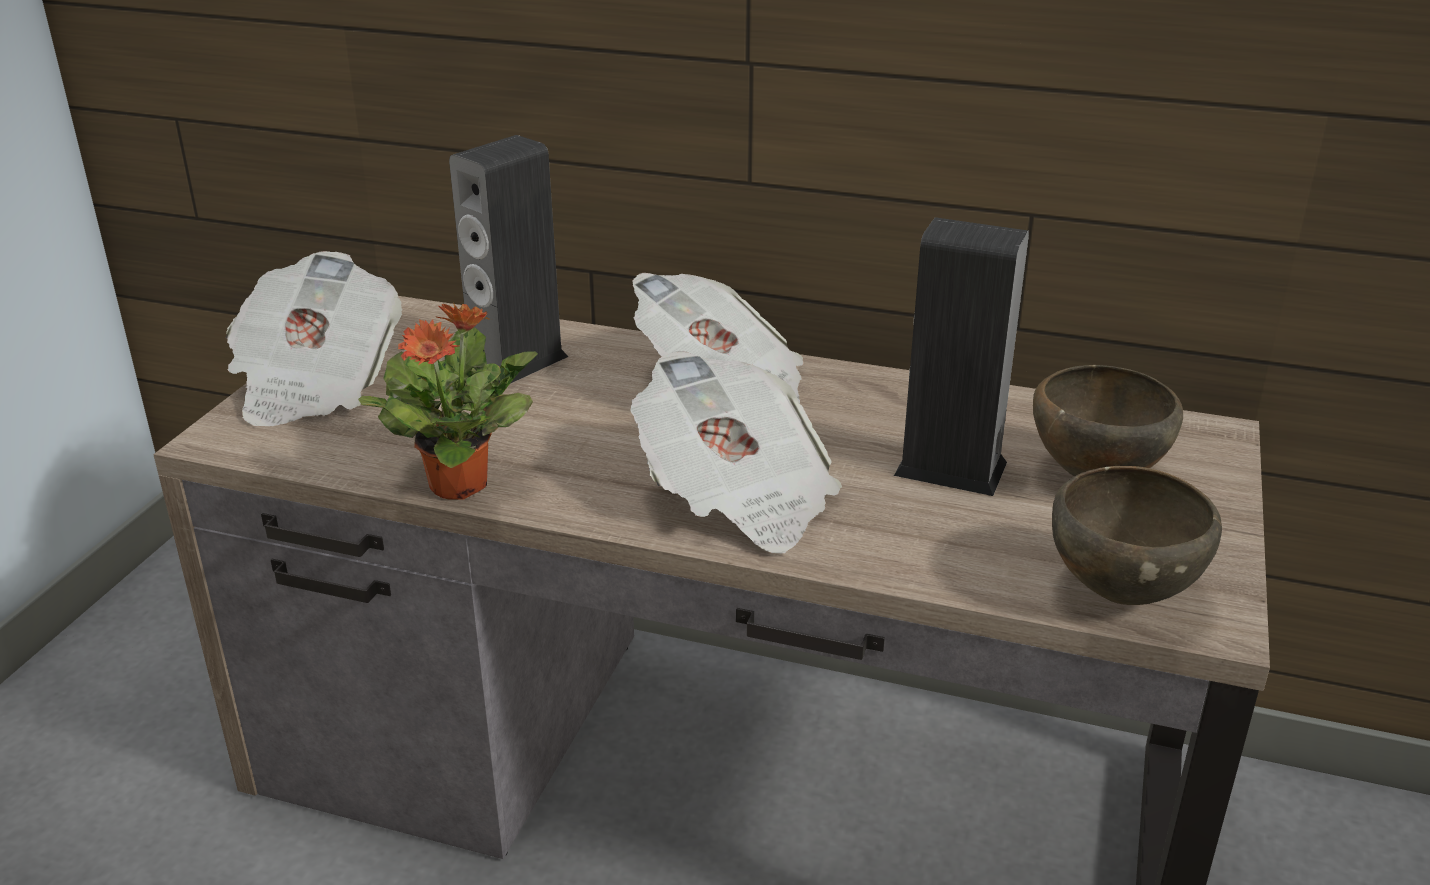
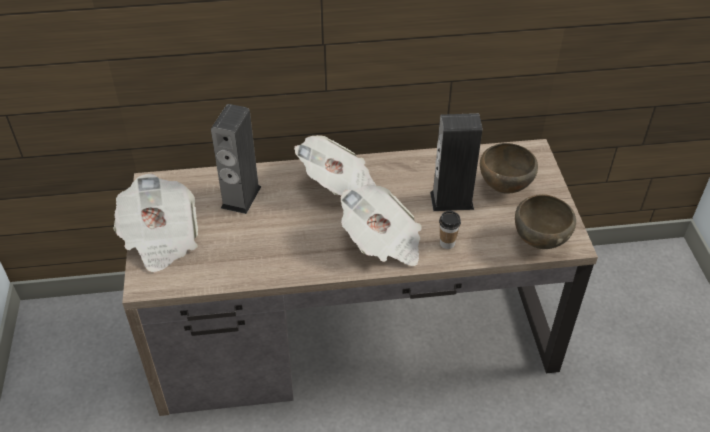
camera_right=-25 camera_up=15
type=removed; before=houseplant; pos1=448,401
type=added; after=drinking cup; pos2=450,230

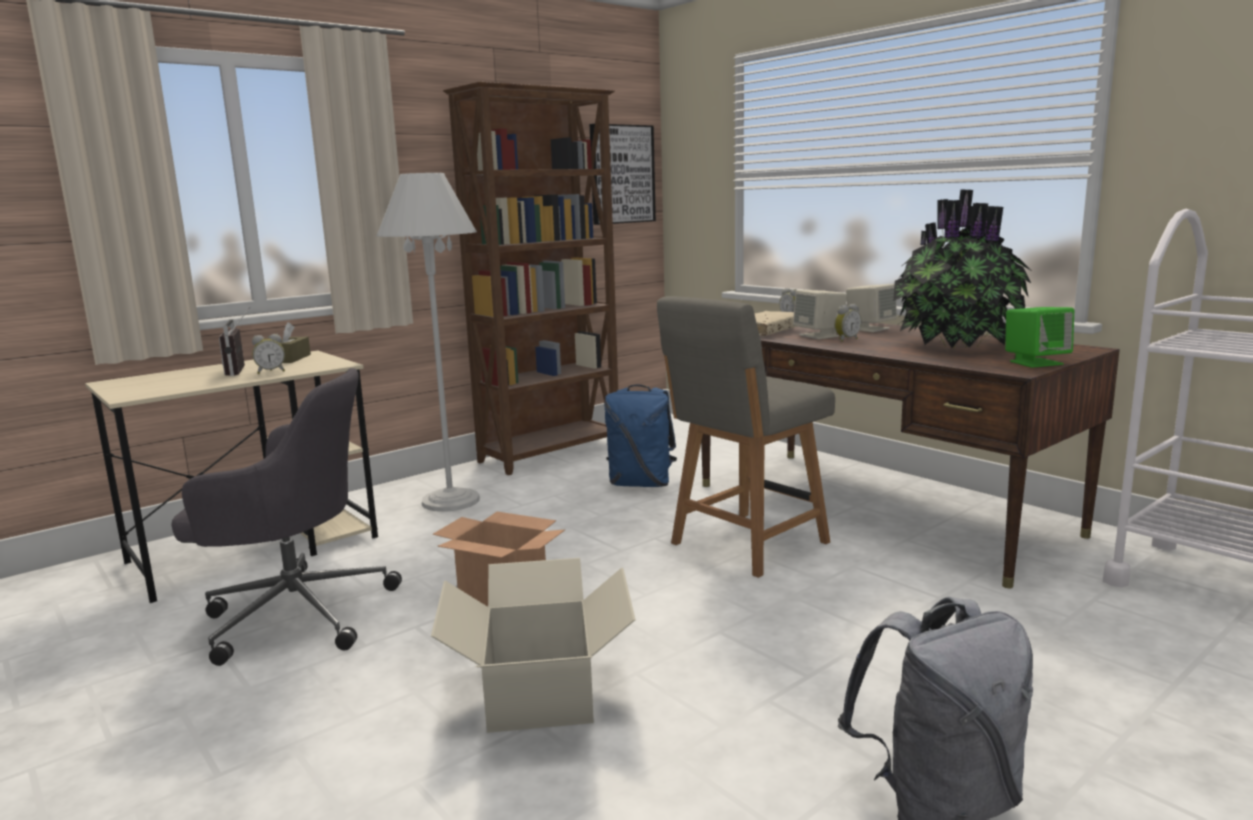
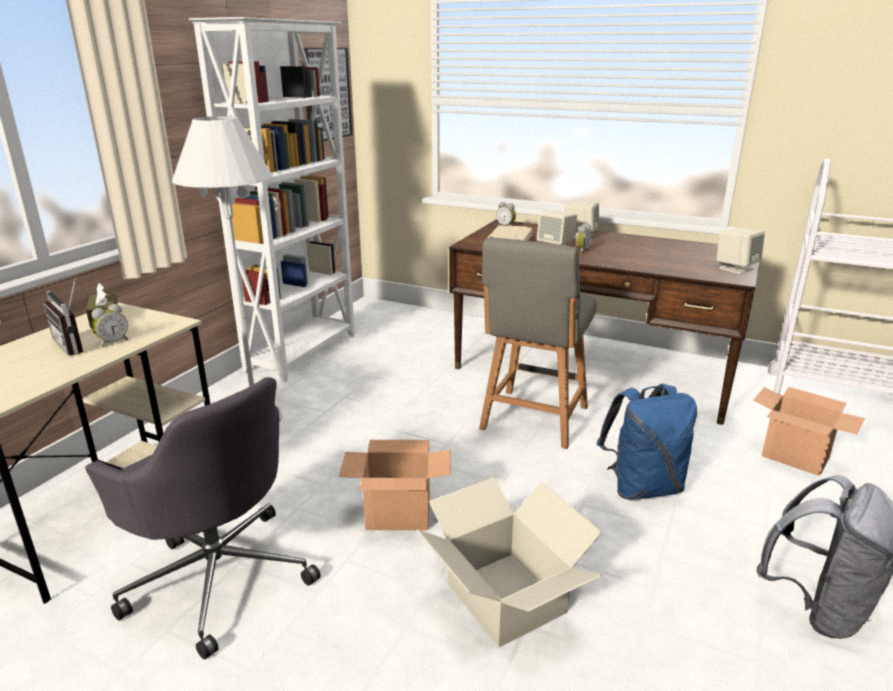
camera_right=-25 camera_up=10
type=recoloured; before=brown bookshelf; after=white-coloured bookshelf; pos1=530,278; pos2=272,199
type=removed; before=houseplant; pos1=962,269
type=recoloured; before=green-coloured speaker; after=beige speaker; pos1=1039,337; pos2=740,251
type=turned; before=grey computer chair; pos1=287,517; pos2=203,518; turn=60
type=moved; before=bluish rucksack; pos1=640,436; pos2=647,442
type=added; after=cardboard box; pos2=809,431

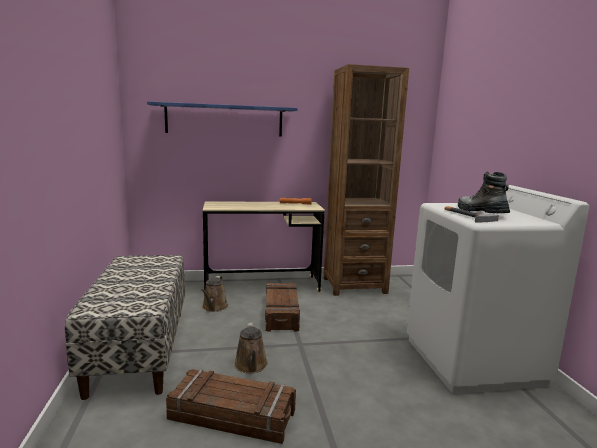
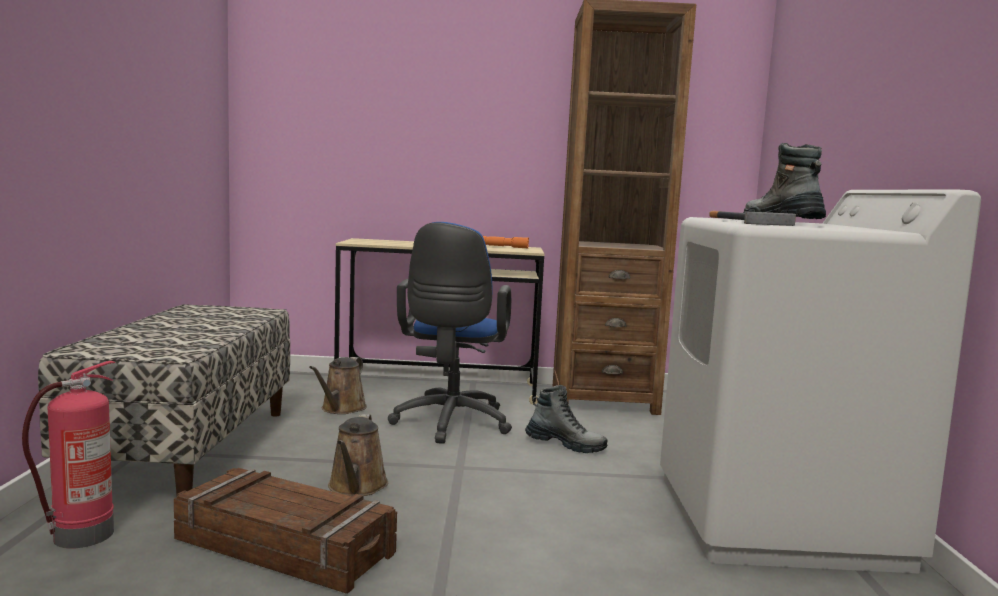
camera_right=10 camera_up=-5
type=removed; before=bluish bracket shelf; pos1=222,119
type=replaced; before=crate; after=bluish computer chair; pos1=282,307; pos2=450,333
type=added; after=fire-fighting cylinder; pos2=69,455
type=added; after=tall boot; pos2=566,419

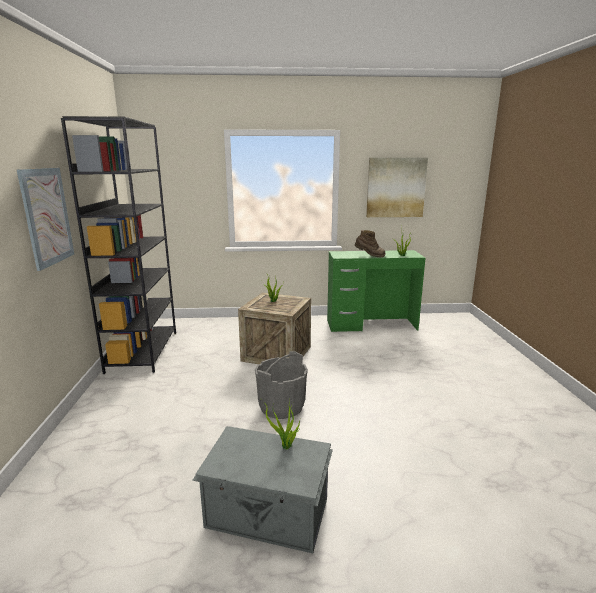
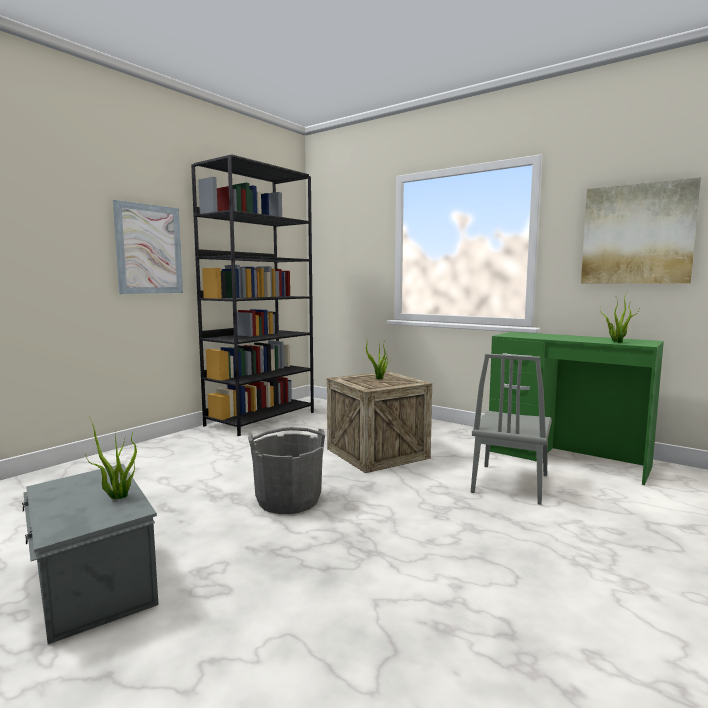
camera_right=40 camera_up=-10
type=removed; before=brown tall boot; pos1=370,243
type=added; after=grey chair; pos2=511,429

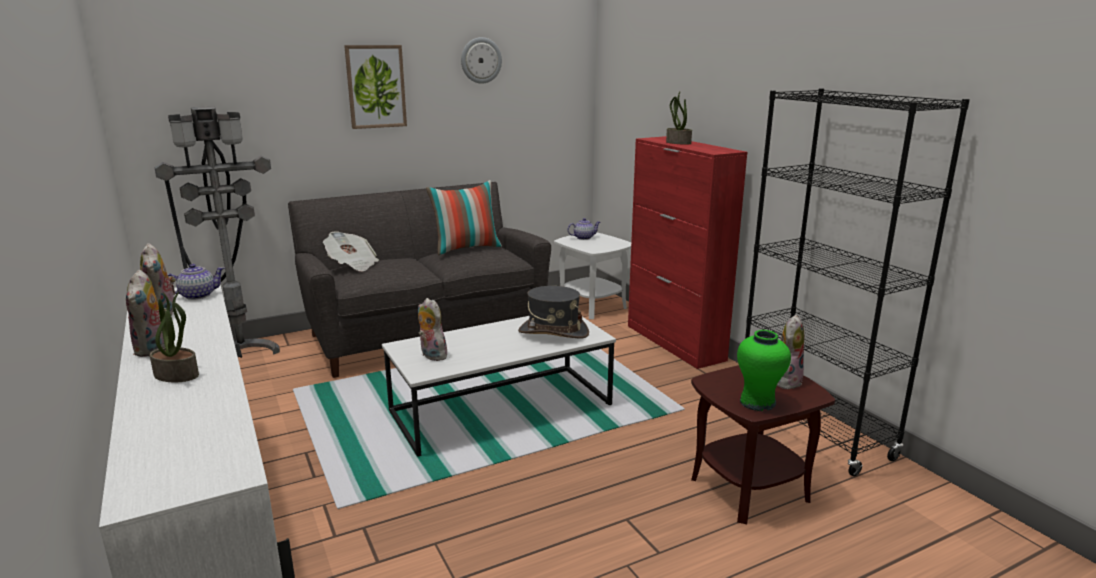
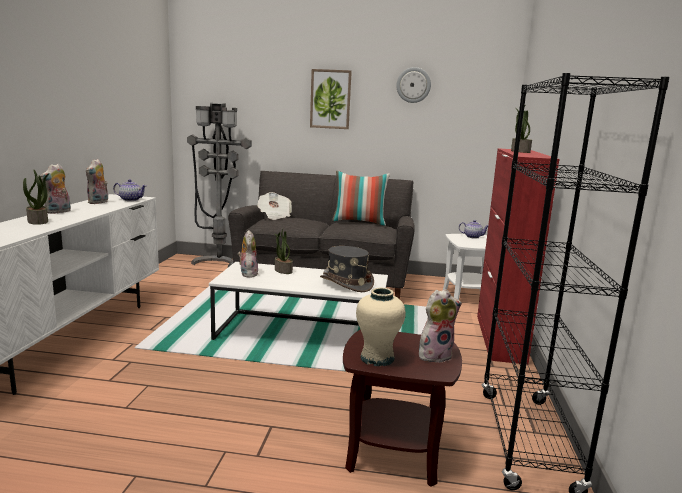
camera_right=35 camera_up=-5
type=recoloured; before=green-coloured flower vase; after=beige flower vase; pos1=764,370; pos2=381,326
type=added; after=houseplant; pos2=284,251

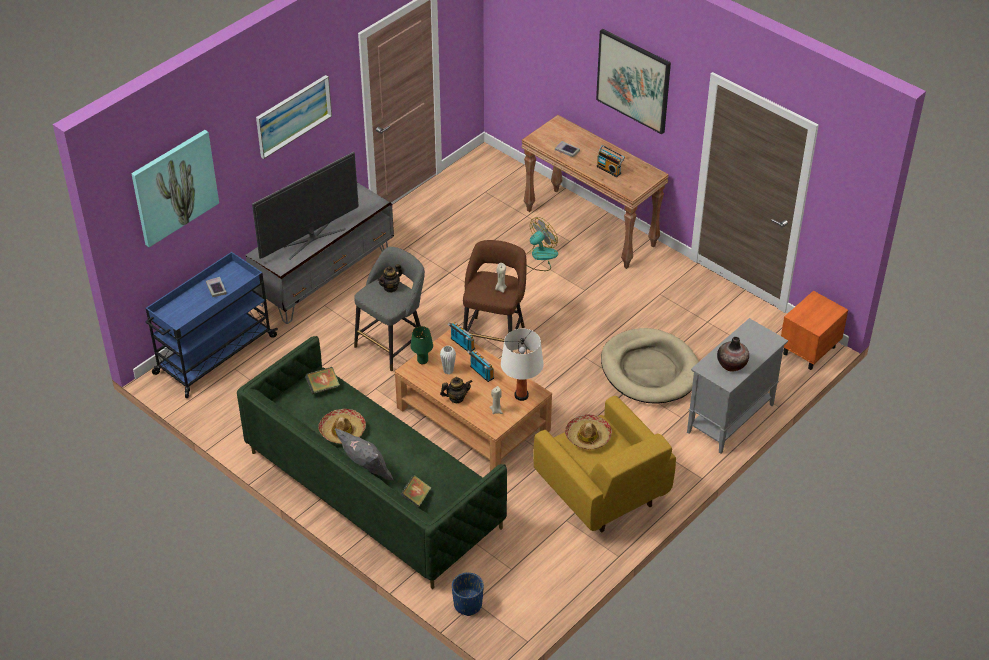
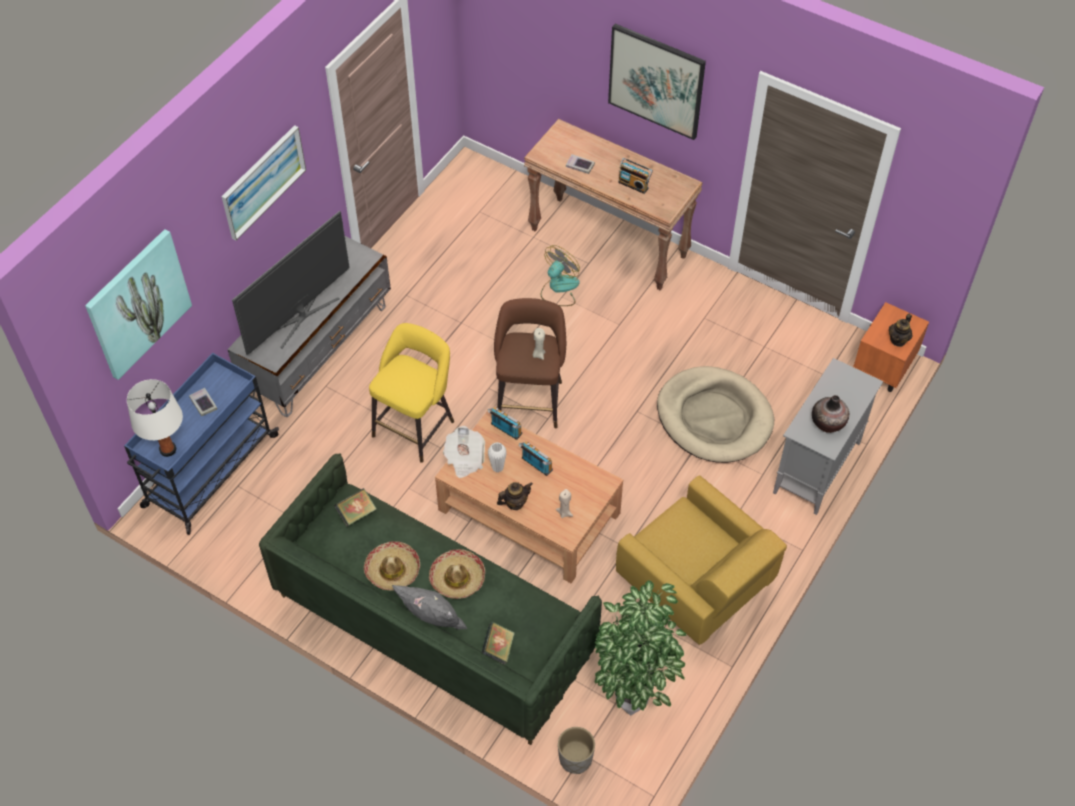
camera_right=-10 camera_up=10
type=recoloured; before=grey stool; after=yellowish stool; pos1=389,309; pos2=411,393
type=moved; before=teapot; pos1=390,278; pos2=900,330
type=replaced; before=green-coloured lamp for a table; after=newspaper; pos1=422,345; pos2=464,452
type=moved; before=white-coloured lamp for a table; pos1=522,365; pos2=155,418
type=moved; before=wearable hat; pos1=588,431; pos2=457,574
type=recoloured; before=bluish planter; after=grey planter; pos1=468,594; pos2=576,750
type=added; after=houseplant; pos2=641,648

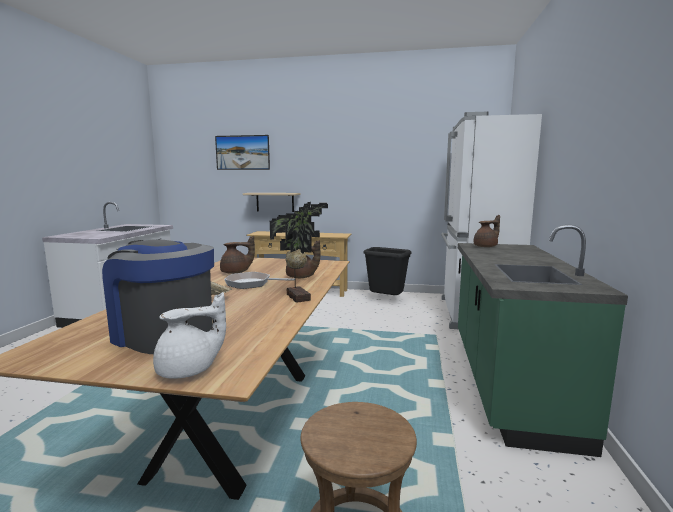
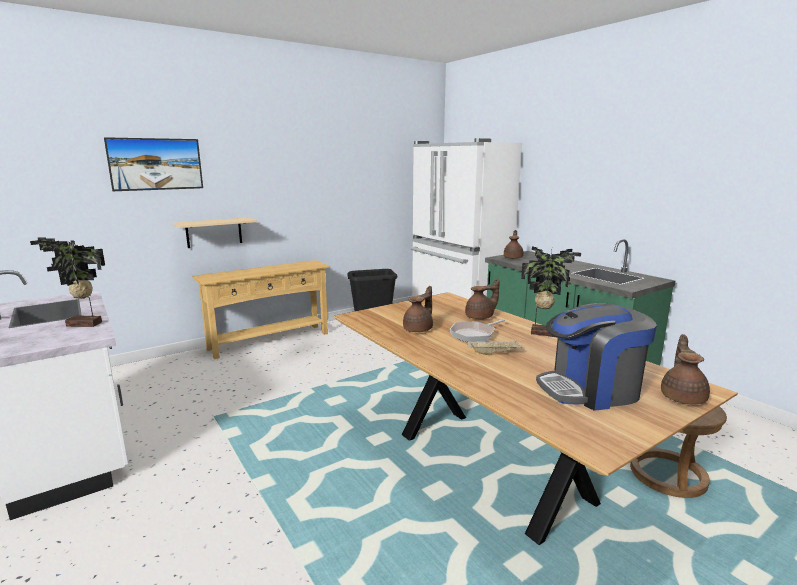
camera_right=-45 camera_up=5
type=recoloured; before=white-coloured teapot; after=brown teapot; pos1=189,335; pos2=685,369
type=added; after=houseplant; pos2=67,282

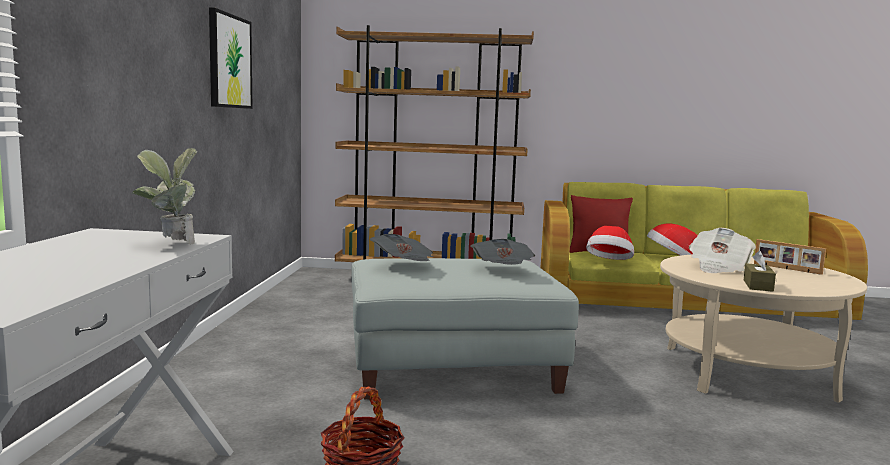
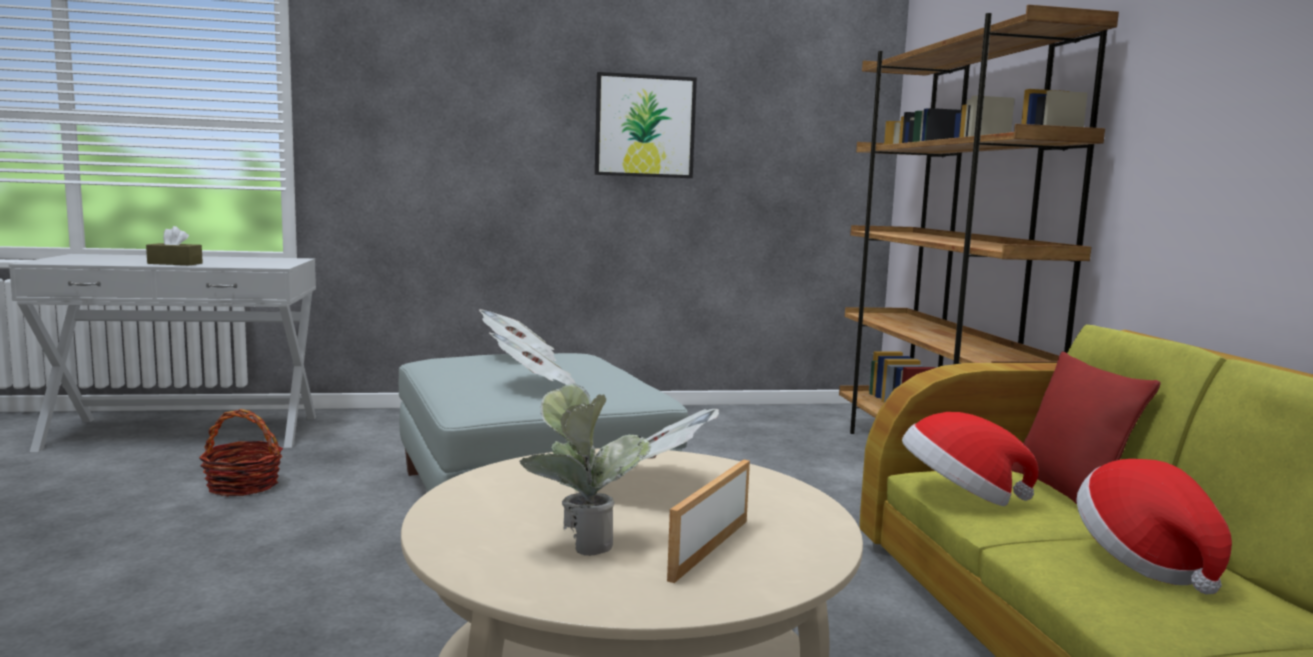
camera_right=75 camera_up=0
type=moved; before=houseplant; pos1=164,196; pos2=585,469
type=moved; before=brown tissue holder; pos1=760,271; pos2=174,245

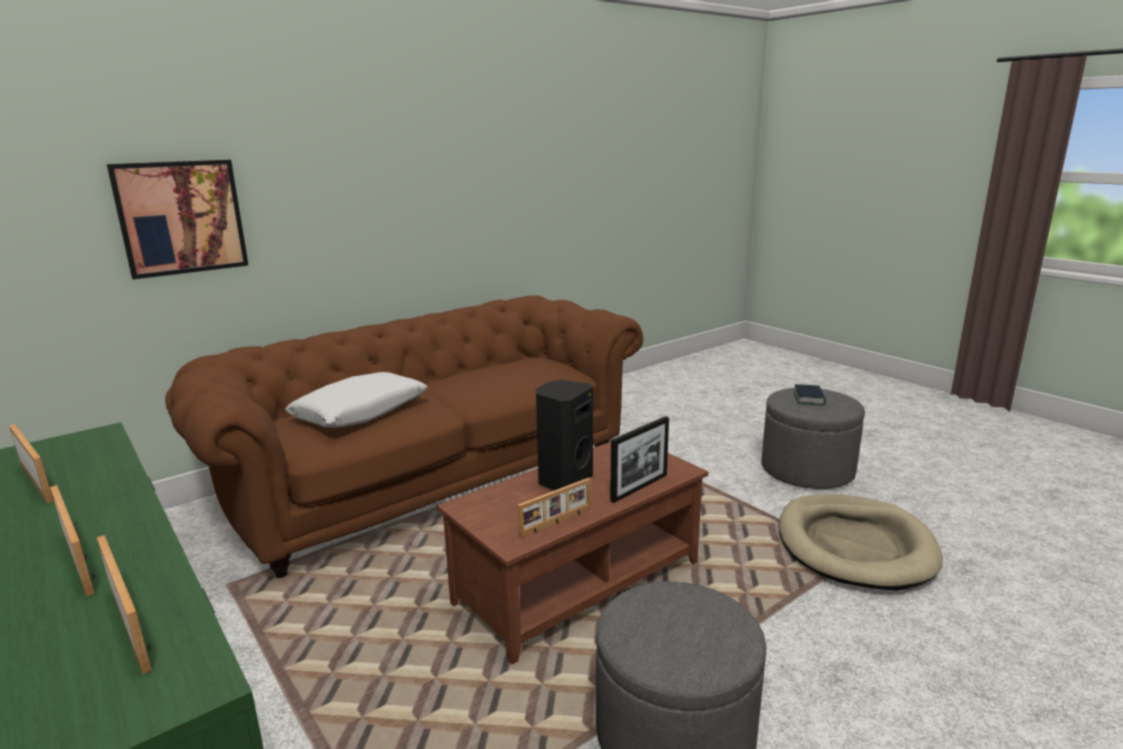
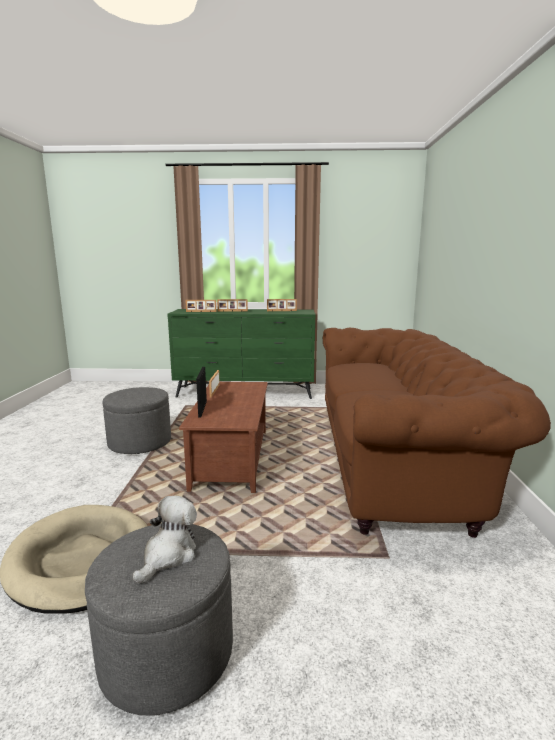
camera_right=130 camera_up=-5
type=removed; before=wall art; pos1=177,219
type=removed; before=white-coloured cushion; pos1=356,400
type=removed; before=black-coloured speaker; pos1=564,435
type=replaced; before=bound book; after=soft toy; pos1=810,395; pos2=165,540

